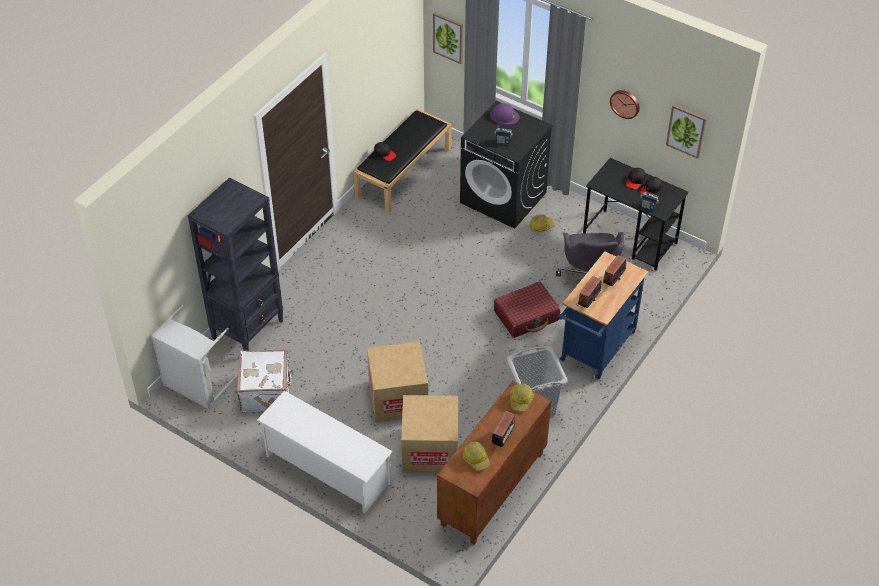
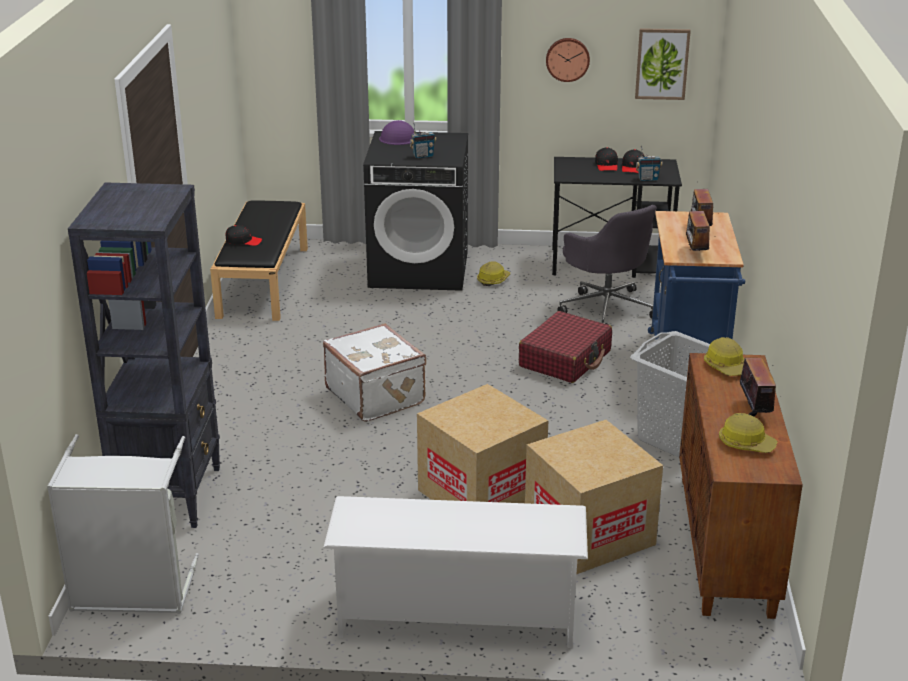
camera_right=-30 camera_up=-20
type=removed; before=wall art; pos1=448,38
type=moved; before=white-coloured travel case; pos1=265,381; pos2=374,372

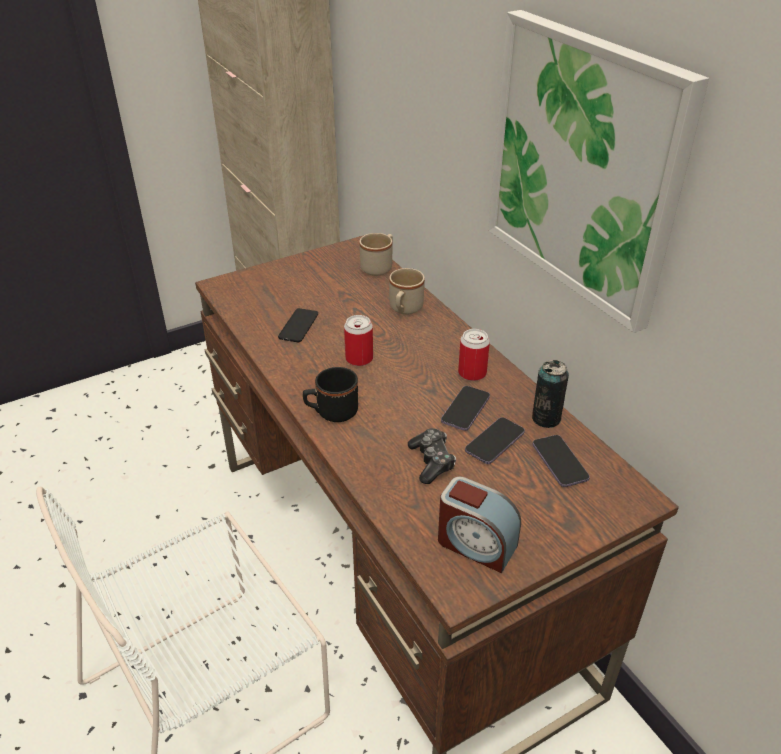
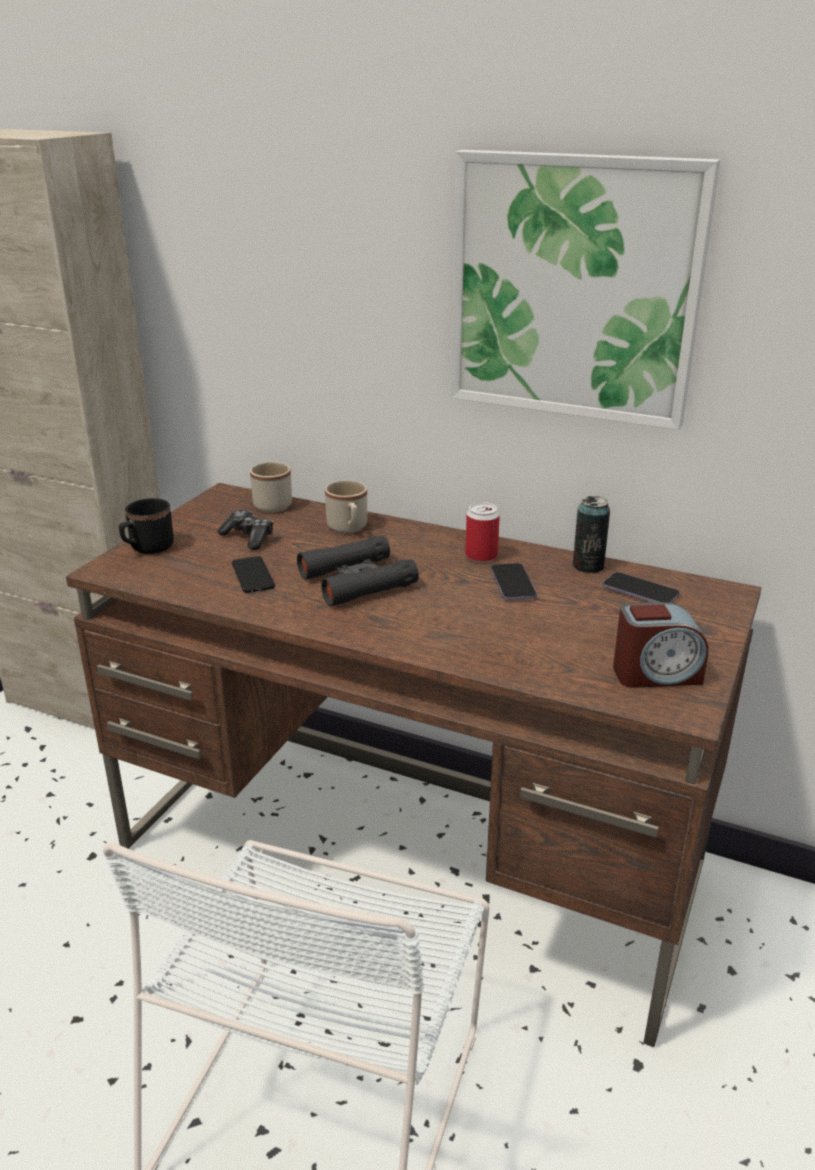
camera_right=-35 camera_up=-10
type=replaced; before=sealed can; after=black-coloured field glasses; pos1=358,340; pos2=358,571
type=moved; before=black-coloured mug; pos1=330,394; pos2=146,526
type=removed; before=telephone; pos1=495,440
type=moved; before=game controller; pos1=432,456; pos2=245,530

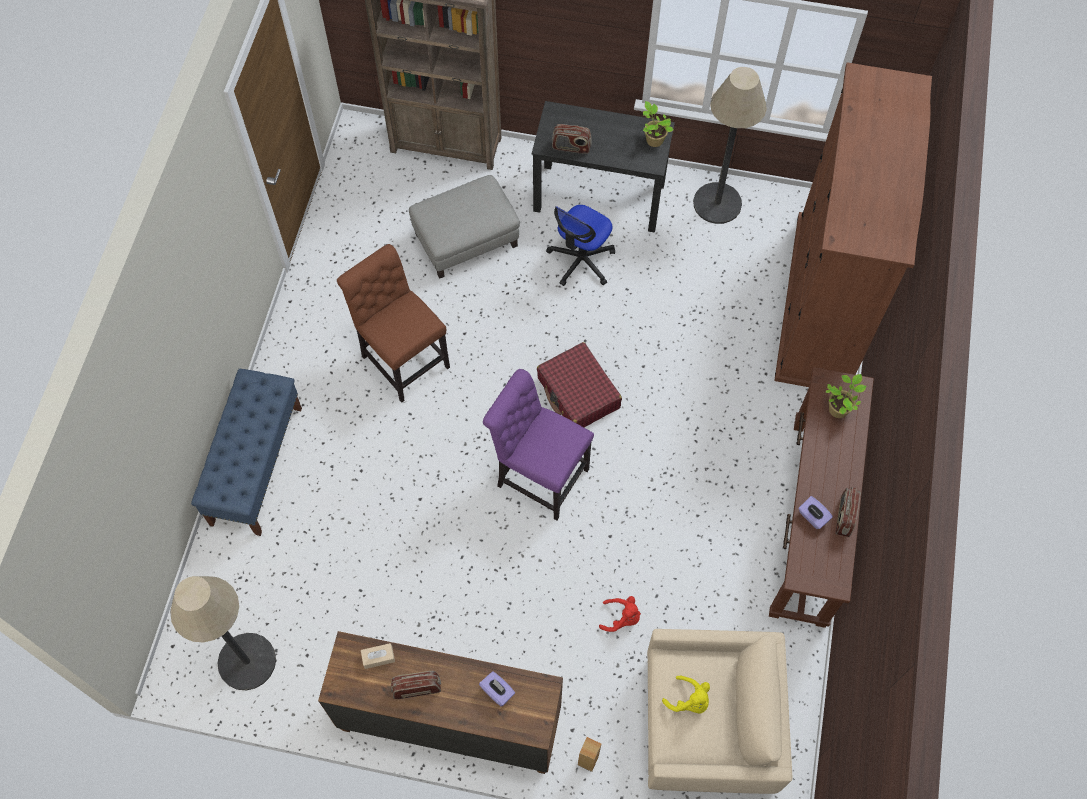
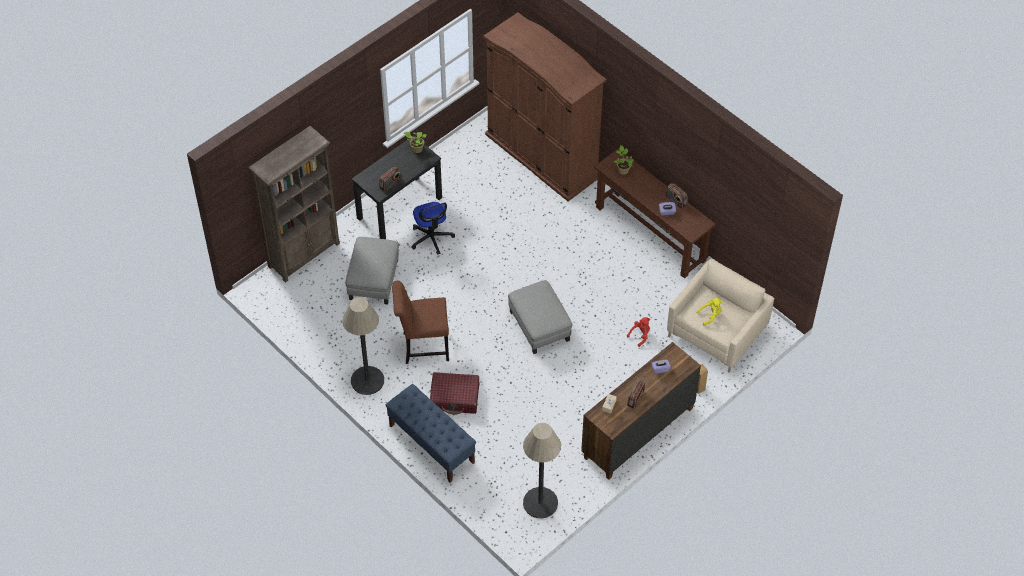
camera_right=-55 camera_up=-10
type=moved; before=standing lamp; pos1=730,145; pos2=363,346
type=moved; before=reddish travel case; pos1=579,384; pos2=454,393
type=replaced; before=purplish chair; after=grey footrest; pos1=538,444; pos2=540,317

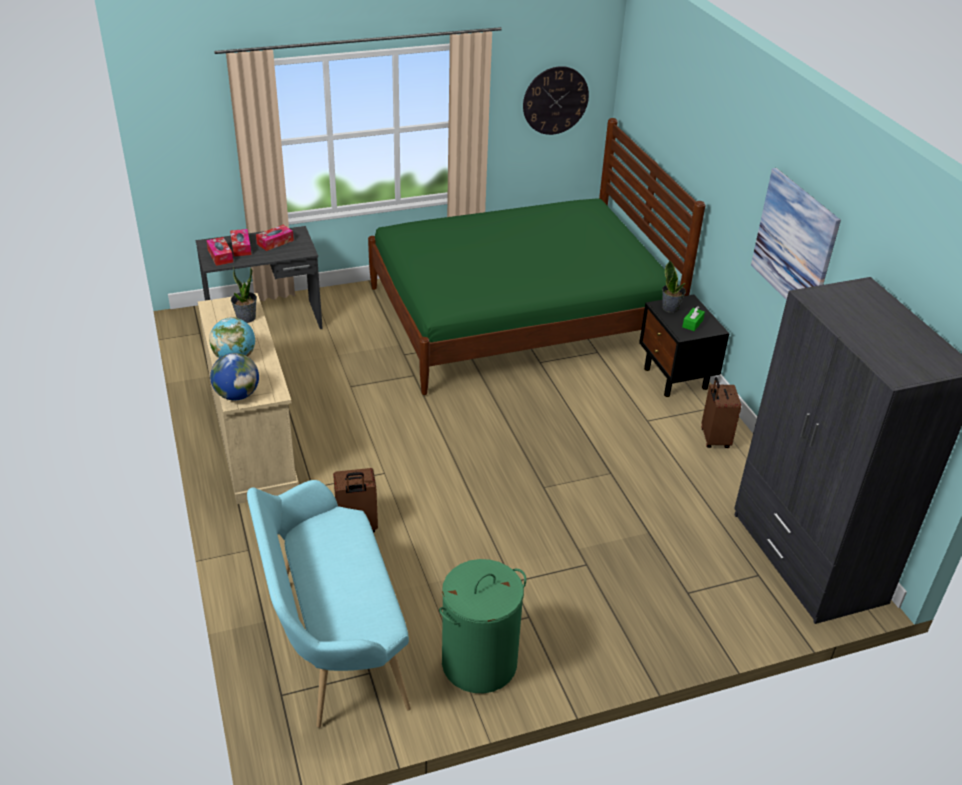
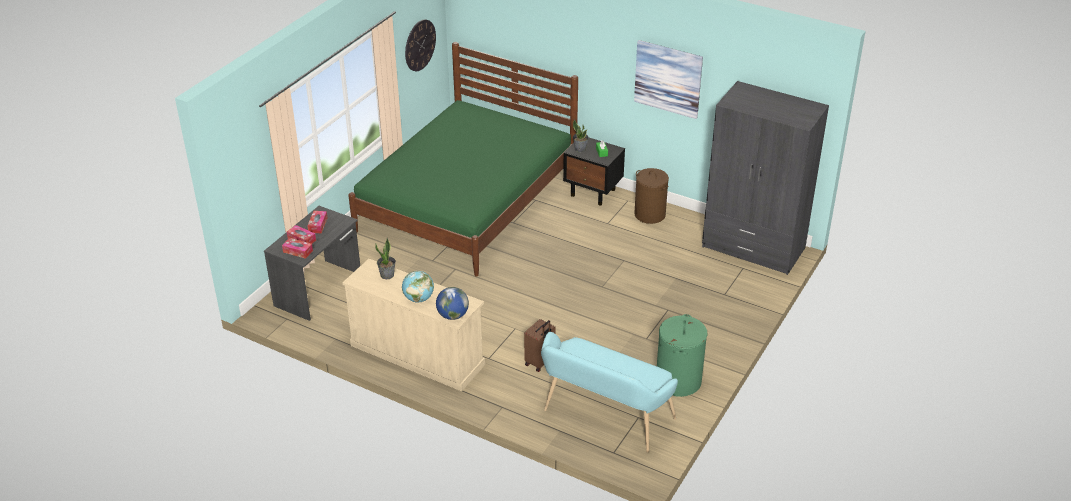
camera_right=-40 camera_up=0
type=replaced; before=brown travel case; after=brown washing basket; pos1=721,412; pos2=651,196

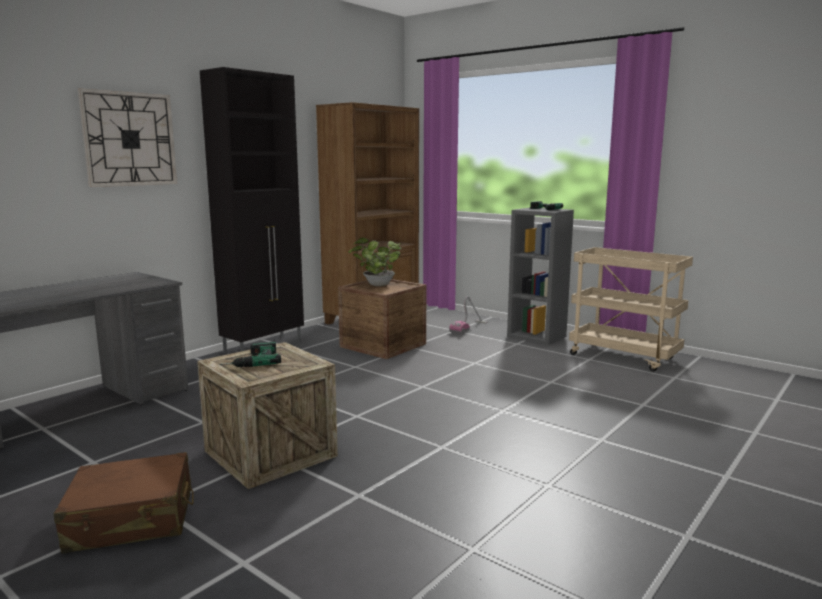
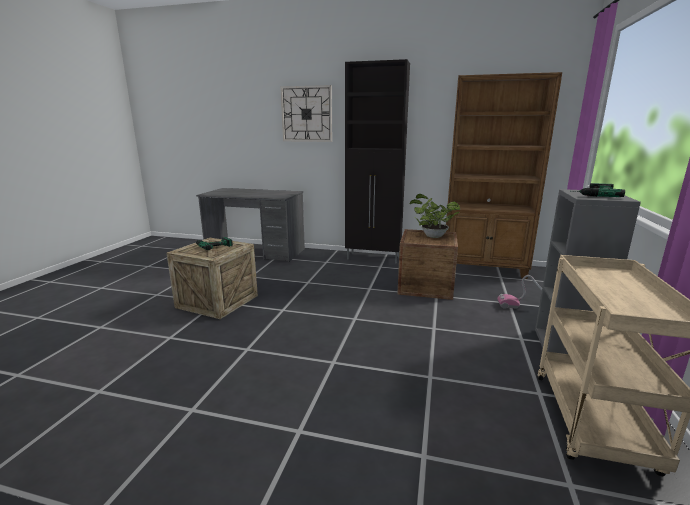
camera_right=65 camera_up=5
type=removed; before=brown travel case; pos1=124,503

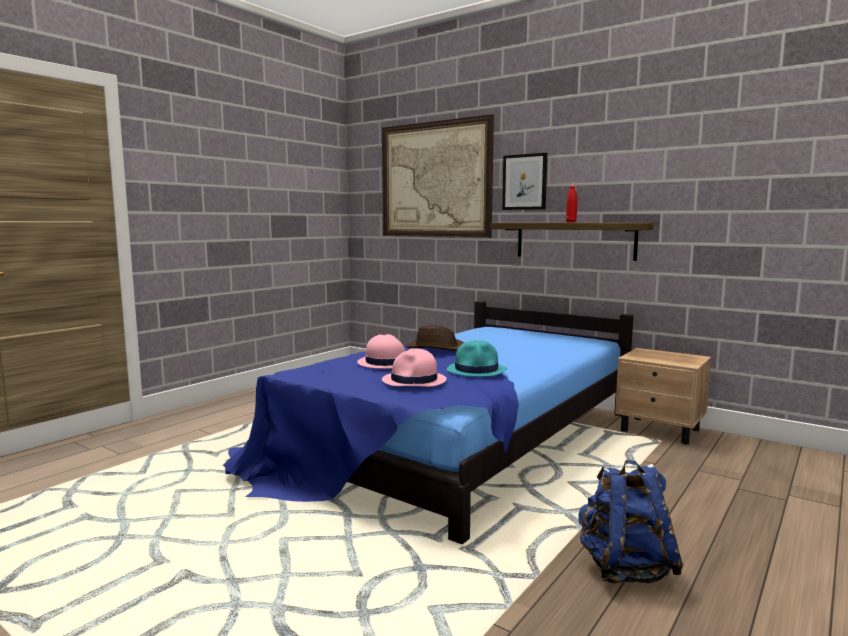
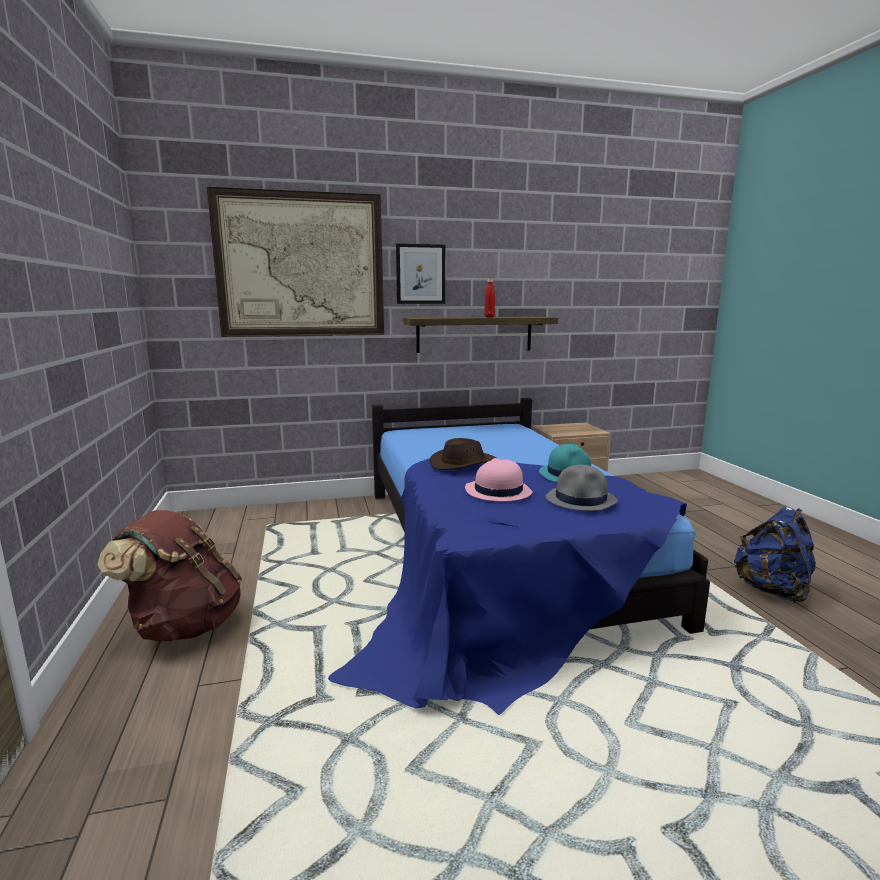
camera_right=-50 camera_up=5
type=recoloured; before=pink wearable hat; after=grey wearable hat; pos1=414,367; pos2=582,488
type=added; after=brown rucksack; pos2=170,575

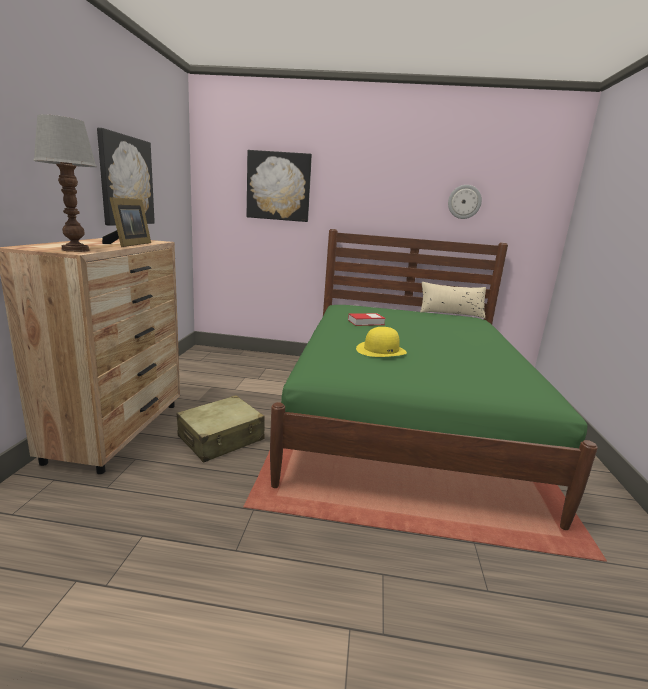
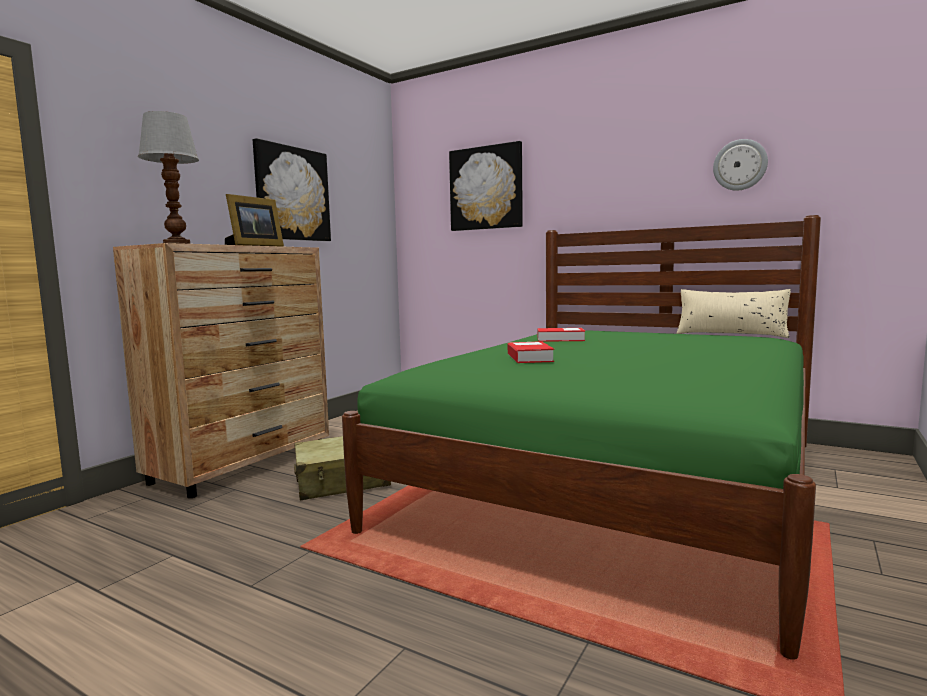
camera_right=25 camera_up=-10
type=replaced; before=yellowish wearable hat; after=bound book; pos1=381,342; pos2=531,352

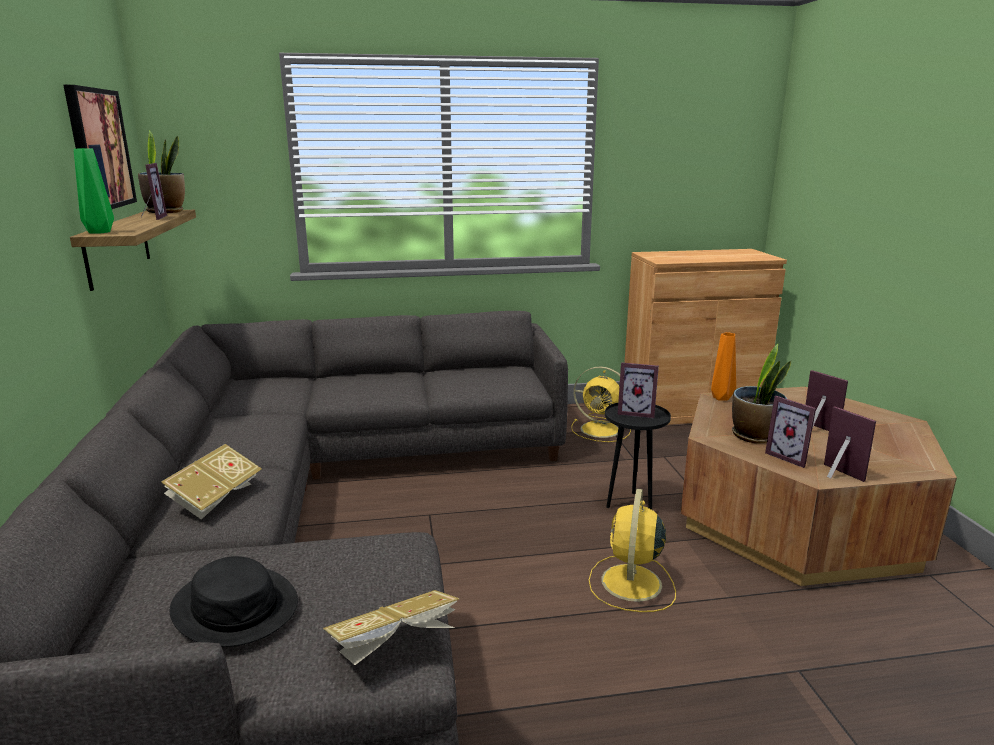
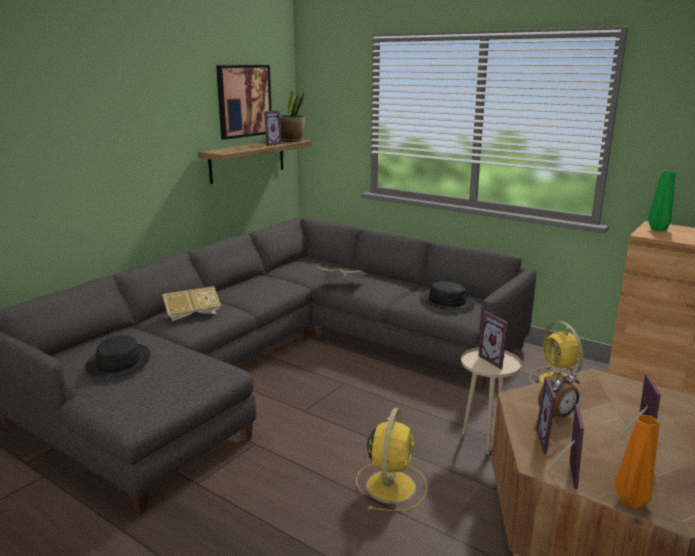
camera_right=45 camera_up=0
type=moved; before=green-coloured flower vase; pos1=94,191; pos2=662,201
type=moved; before=orange-coloured flower vase; pos1=723,366; pos2=637,462
type=replaced; before=houseplant; after=bedside clock; pos1=761,393; pos2=558,392
type=recoloured; before=black-coloured side table; after=beige side table; pos1=638,456; pos2=491,401
type=turned; before=yellowish cooling fan; pos1=632,550; pos2=391,459; turn=135
type=moved; before=bound book; pos1=391,627; pos2=341,274
type=added; after=black-coloured wearable hat; pos2=448,295

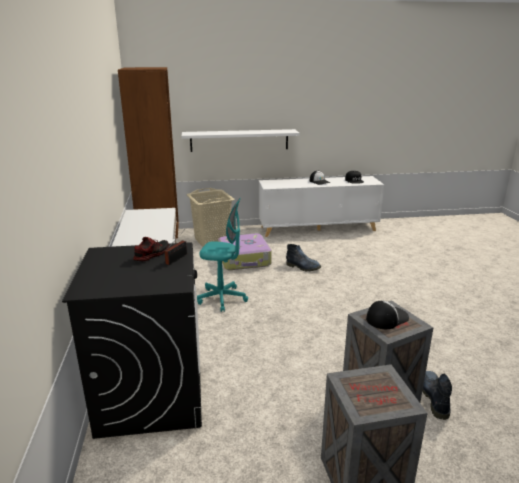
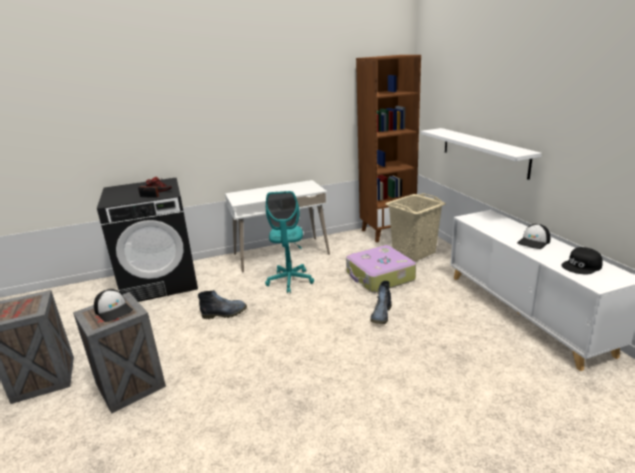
camera_right=80 camera_up=0
type=moved; before=tall boot; pos1=437,395; pos2=222,304

